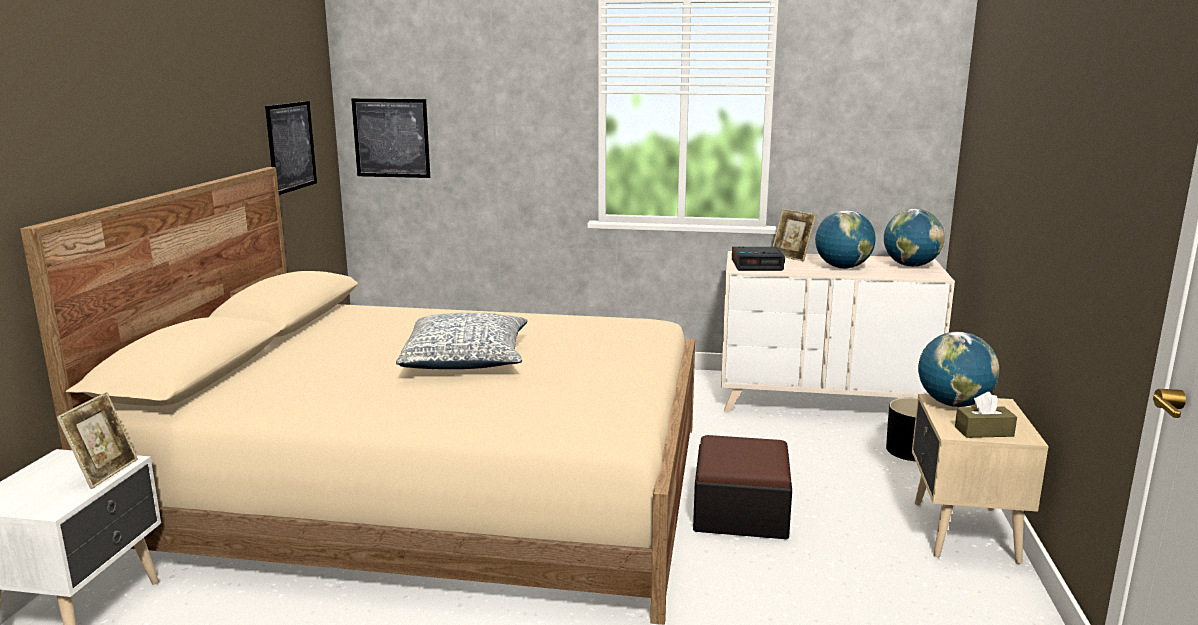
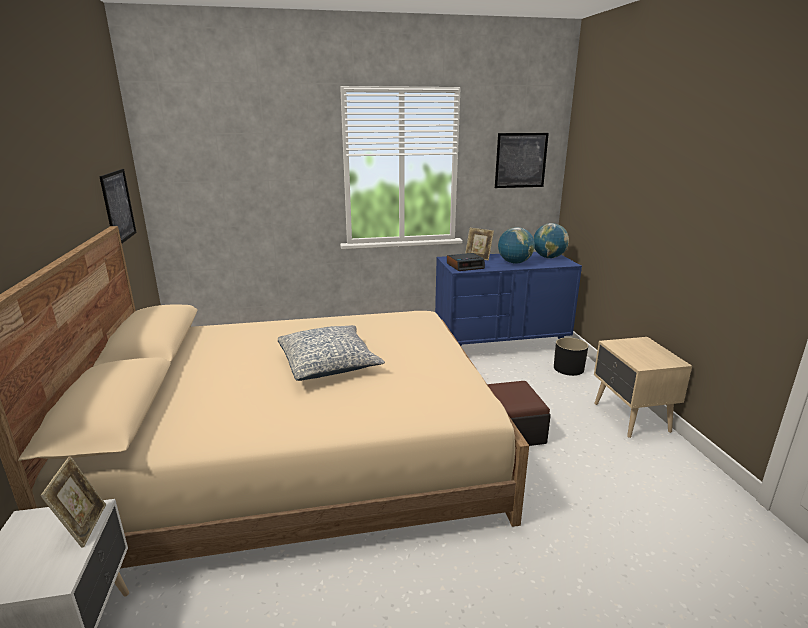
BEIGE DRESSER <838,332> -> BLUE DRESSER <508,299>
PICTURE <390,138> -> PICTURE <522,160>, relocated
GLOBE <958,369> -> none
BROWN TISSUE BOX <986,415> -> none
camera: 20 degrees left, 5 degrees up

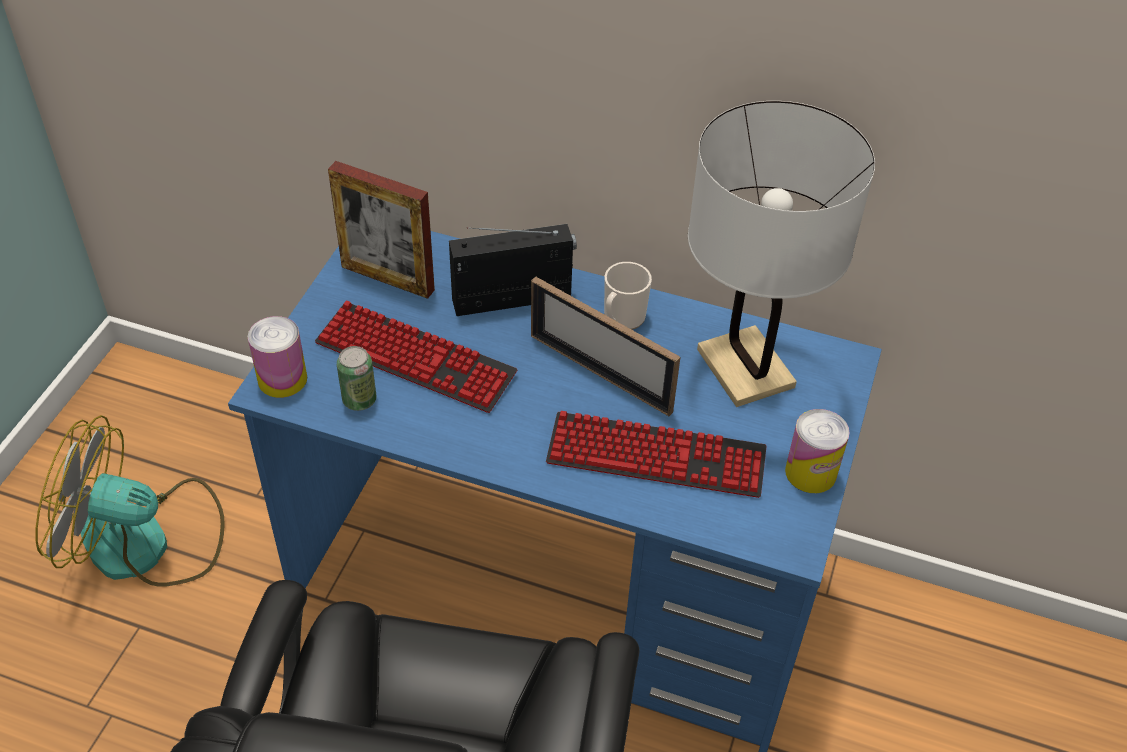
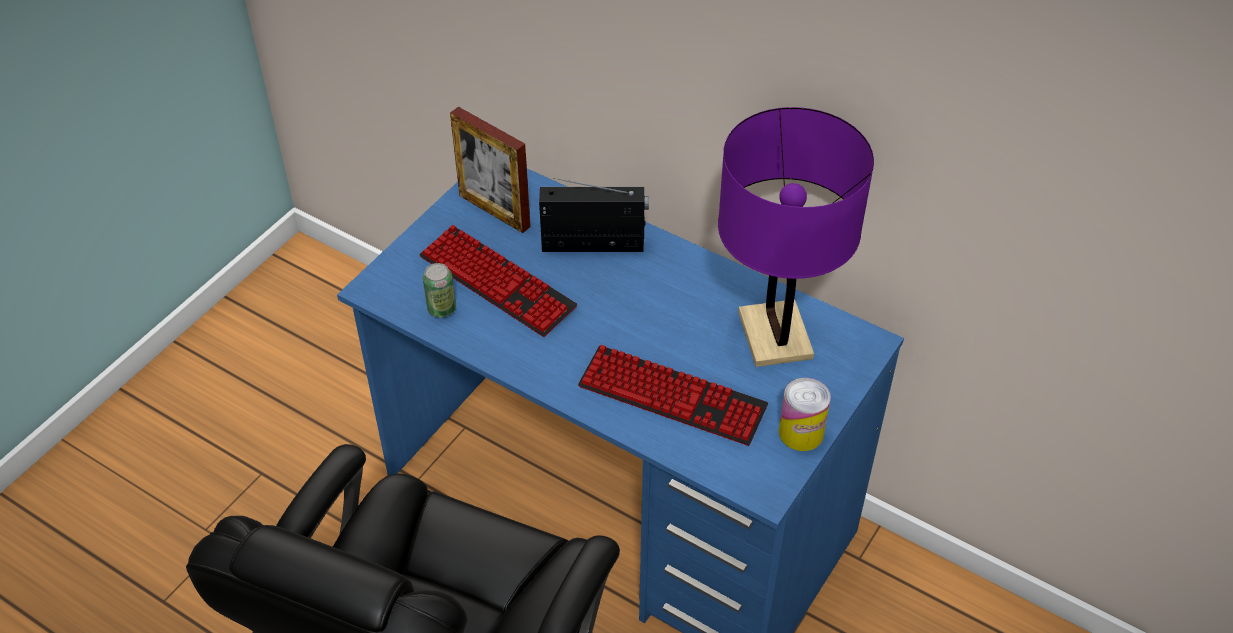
WHITE TABLE LAMP <781,254> -> PURPLE TABLE LAMP <796,237>
FAN <130,501> -> none
CAN <277,357> -> none
PICTURE FRAME <606,346> -> none
MUG <628,296> -> none
camera: 15 degrees right, 0 degrees up

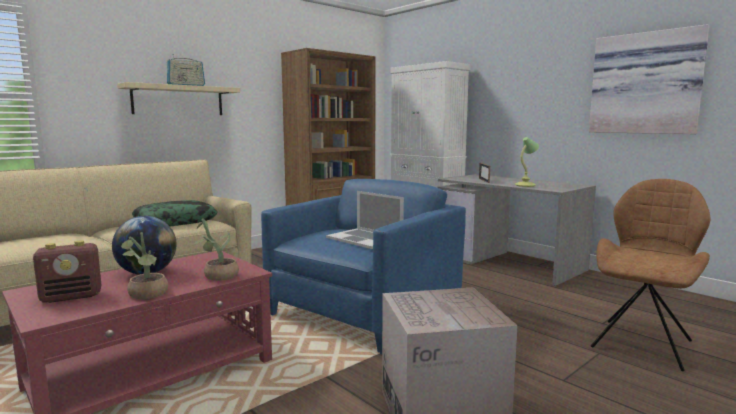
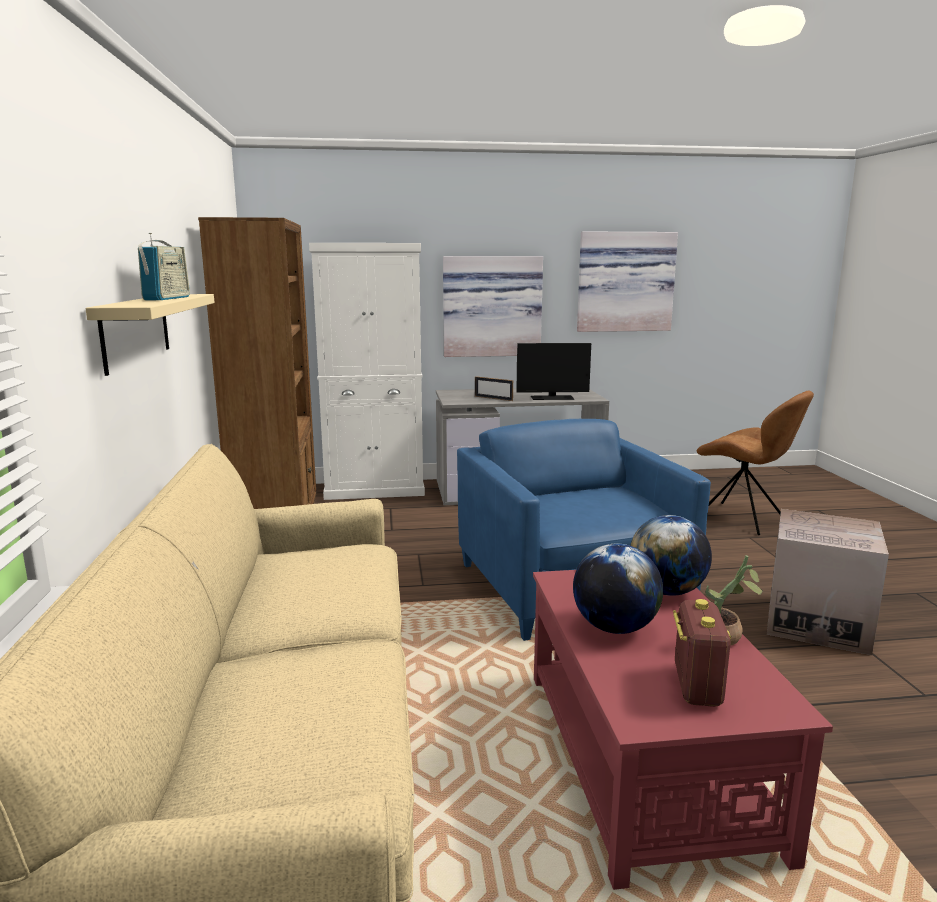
none -> PICTURE <493,306>
TABLE LAMP <527,162> -> MONITOR <554,371>
POTTED PLANT <216,250> -> GLOBE <671,555>
BROWN CHAIR <650,275> -> BROWN CHAIR <755,462>, 150 degrees clockwise
PILLOW <175,213> -> none
LAPTOP <365,220> -> none
camera: 55 degrees left, 5 degrees up

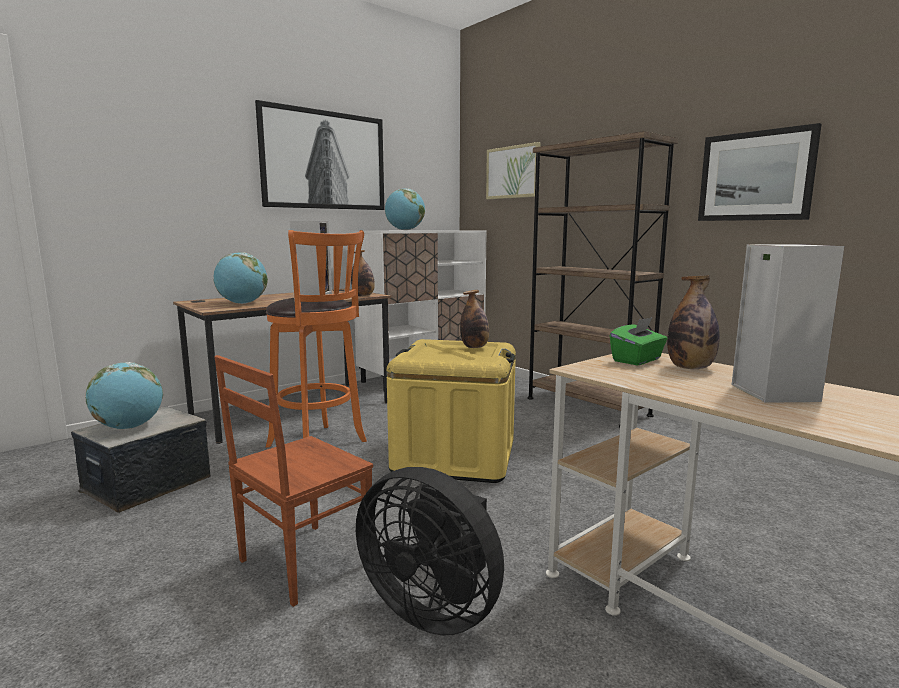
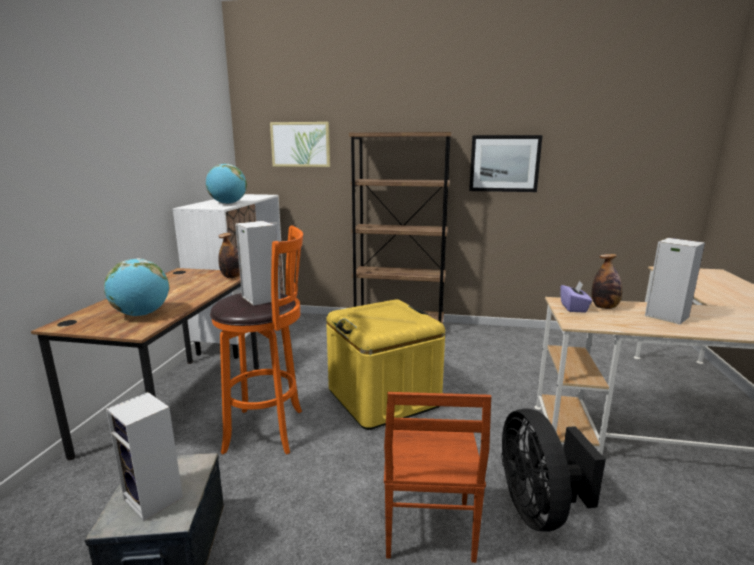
GLOBE <124,395> -> SPEAKER <144,456>
BLACK FAN <430,551> -> BLACK FAN <553,470>, 90 degrees clockwise
GREEN TISSUE BOX <638,341> -> PURPLE TISSUE BOX <576,296>
PICTURE <320,155> -> none
BOTTLE <474,319> -> none
camera: 40 degrees left, 5 degrees up

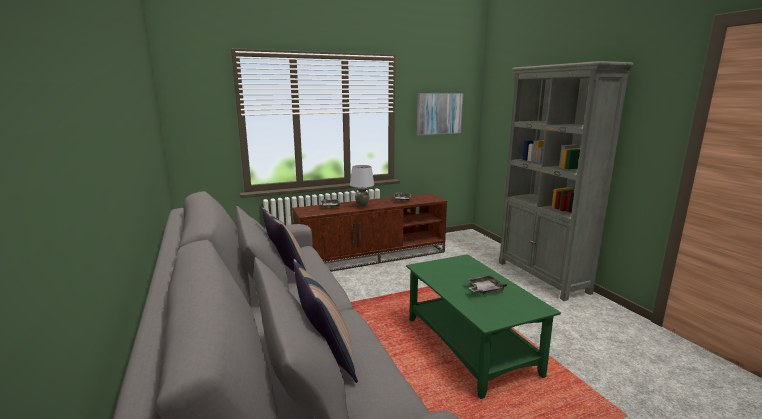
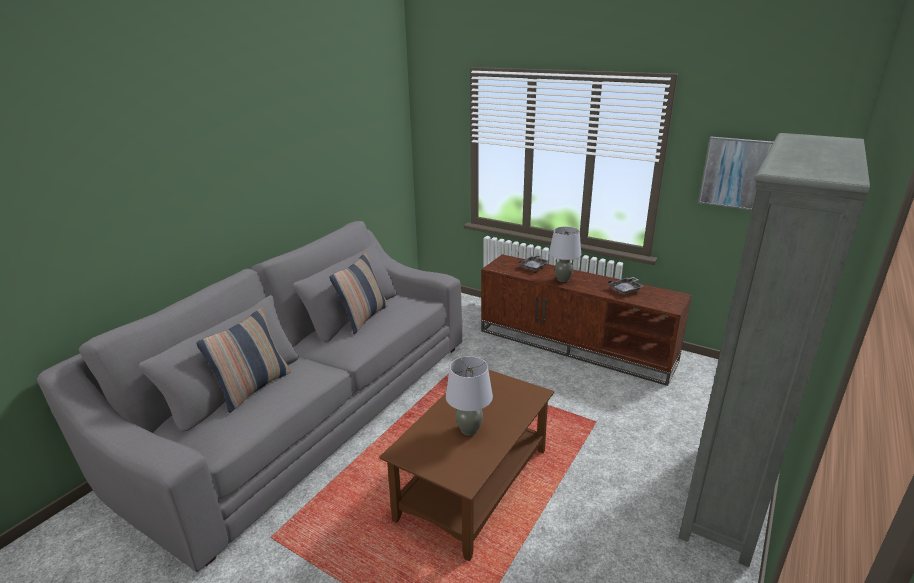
GREEN COFFEE TABLE <483,326> -> BROWN COFFEE TABLE <466,465>
GREY TRAY <486,284> -> GREY TABLE LAMP <469,396>
camera: 55 degrees right, 10 degrees up

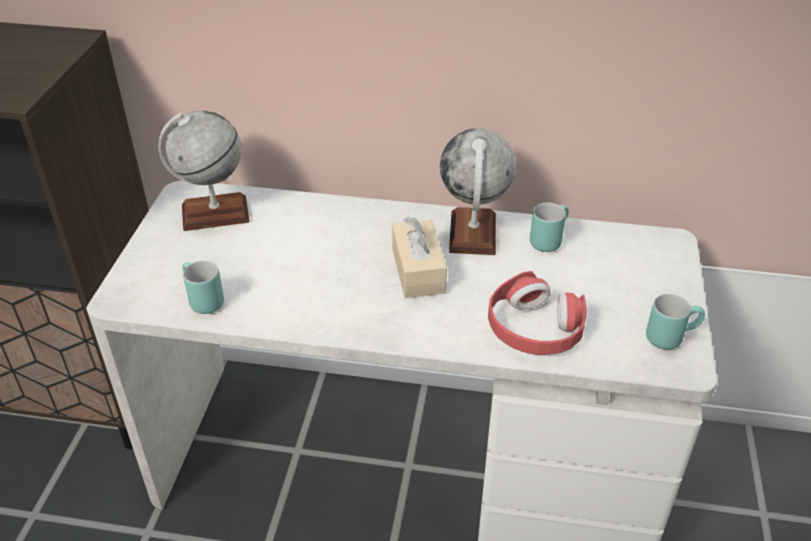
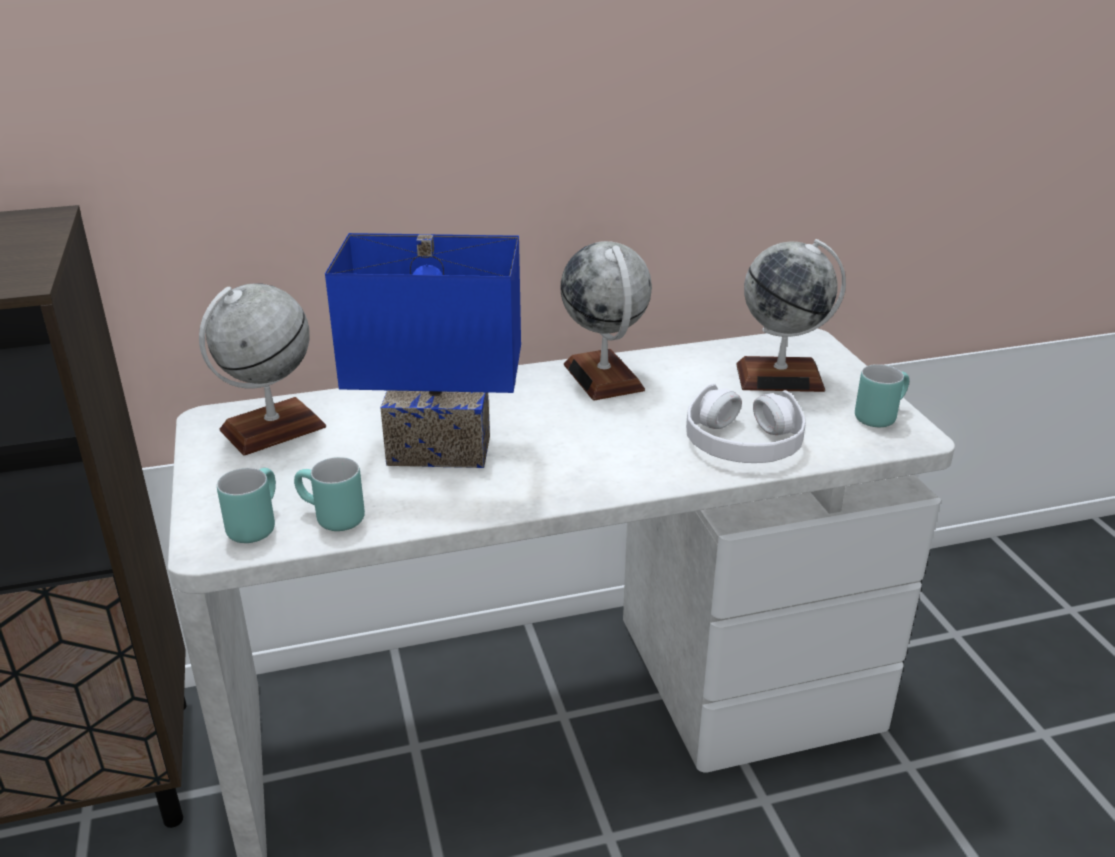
TURQUOISE MUG <549,227> -> TURQUOISE MUG <246,505>, relocated
none -> BLUE TABLE LAMP <423,350>
RED HEADPHONES <537,313> -> WHITE HEADPHONES <746,423>
none -> GLOBE <791,315>
BEIGE TISSUE BOX <419,257> -> none
camera: 25 degrees left, 10 degrees down

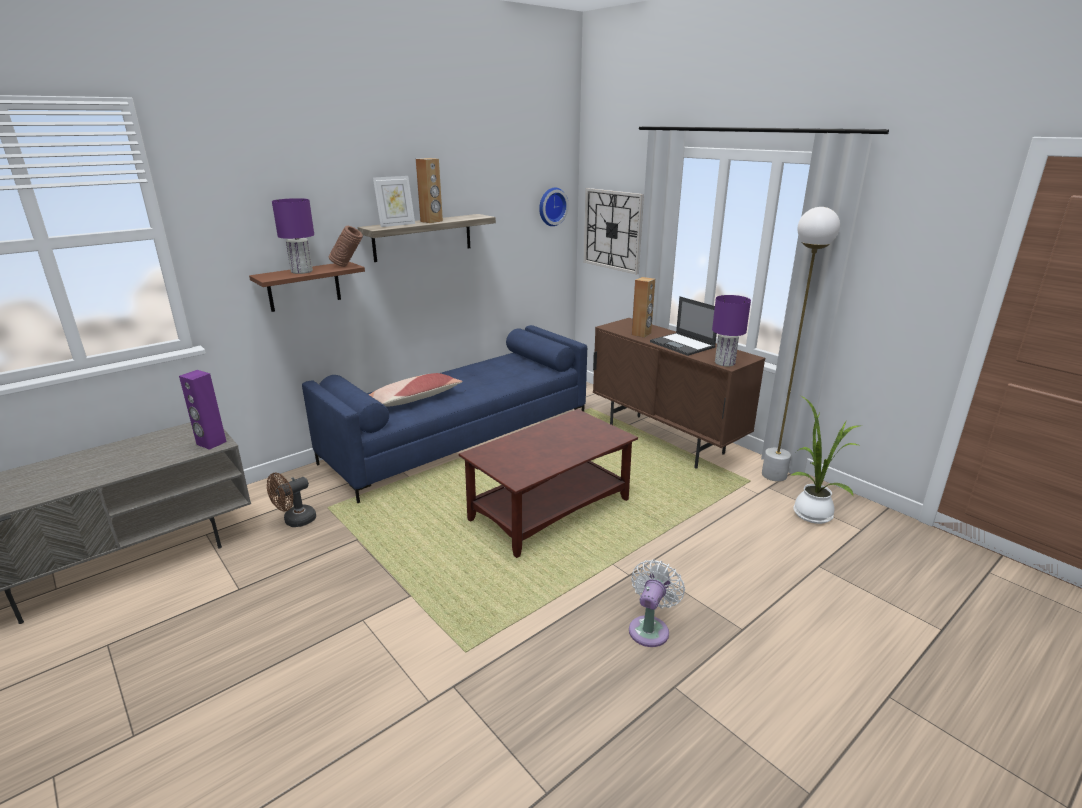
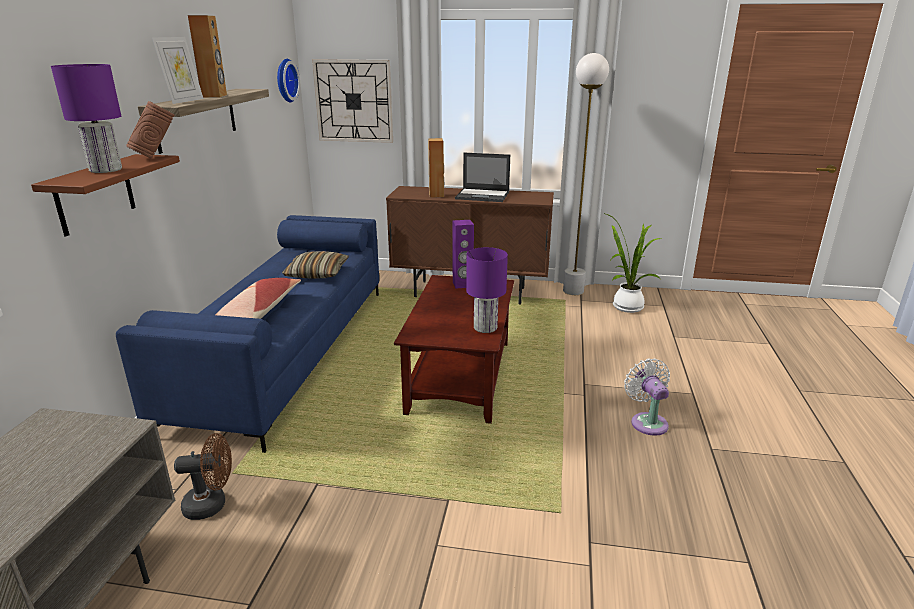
BROWN FAN <291,500> -> BROWN FAN <203,476>, 105 degrees counterclockwise
none -> PILLOW <315,265>
PURPLE SPEAKER <203,410> -> PURPLE SPEAKER <463,254>, relocated
PURPLE TABLE LAMP <731,331> -> PURPLE TABLE LAMP <487,290>, relocated
camera: 40 degrees left, 0 degrees up

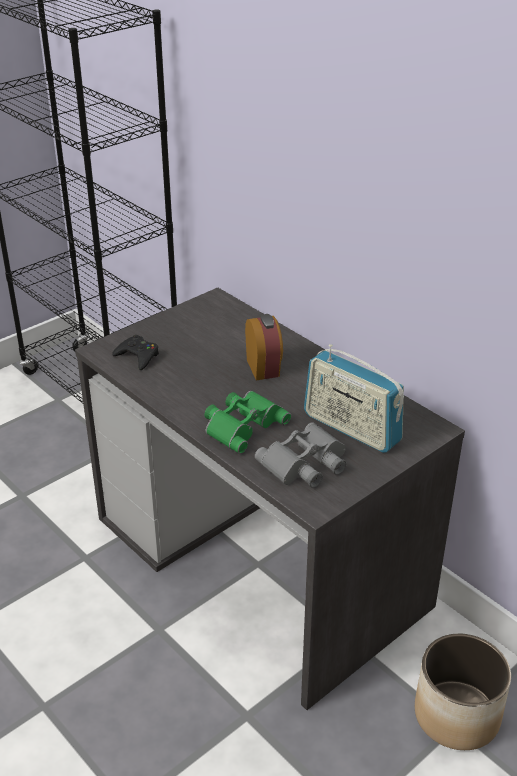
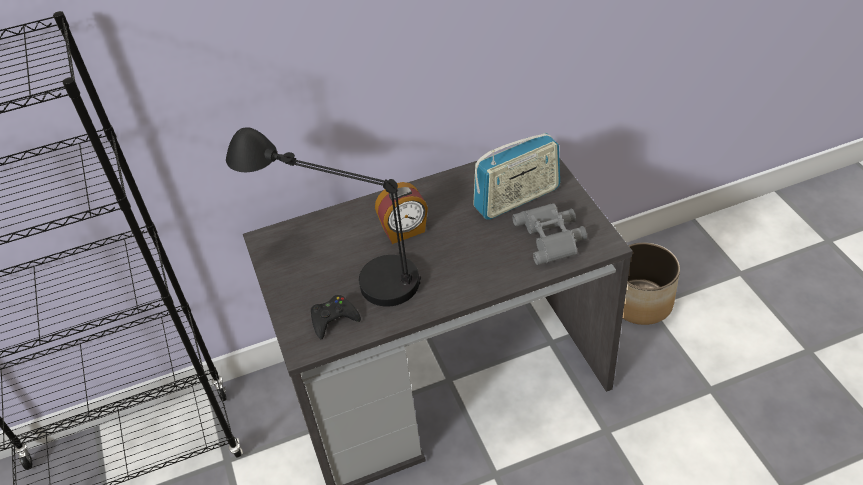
none -> BLACK TABLE LAMP <323,217>
ALARM CLOCK <264,347> -> ALARM CLOCK <401,213>, 150 degrees clockwise
GREEN BINOCULARS <247,422> -> none
camera: 65 degrees left, 10 degrees up

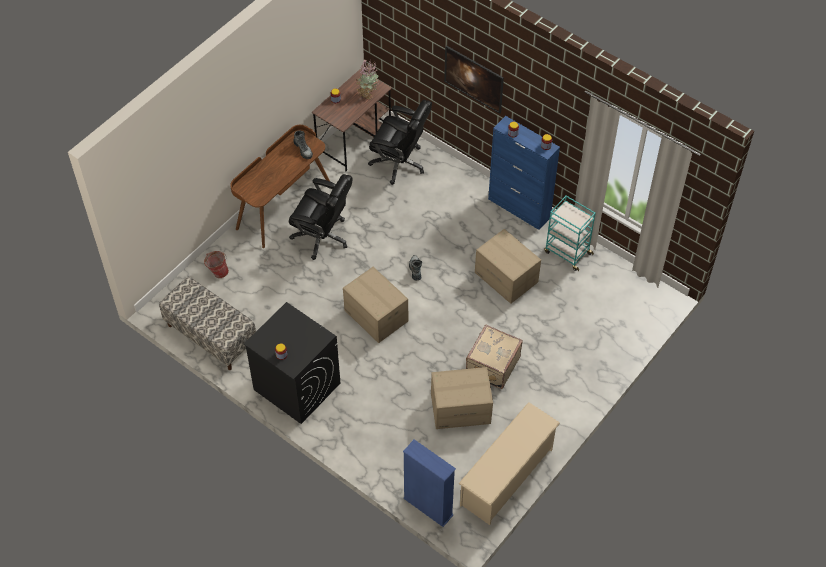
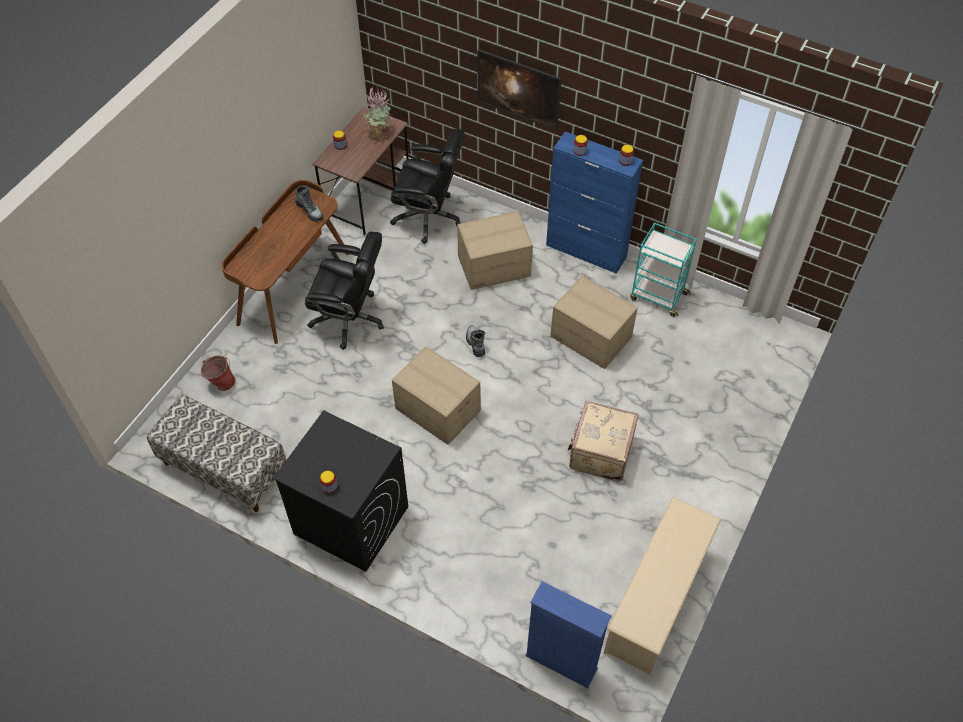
CARDBOARD BOX <462,398> -> CARDBOARD BOX <495,250>, relocated
camera: 10 degrees left, 0 degrees up

